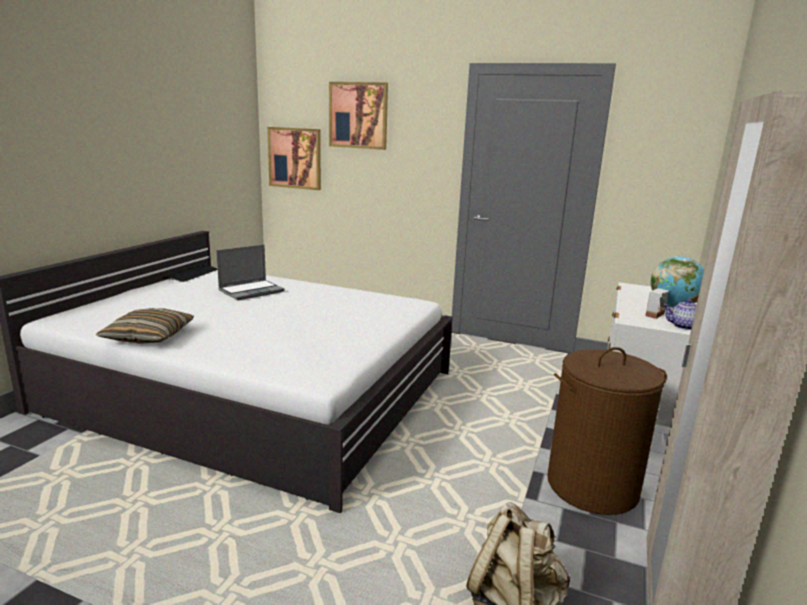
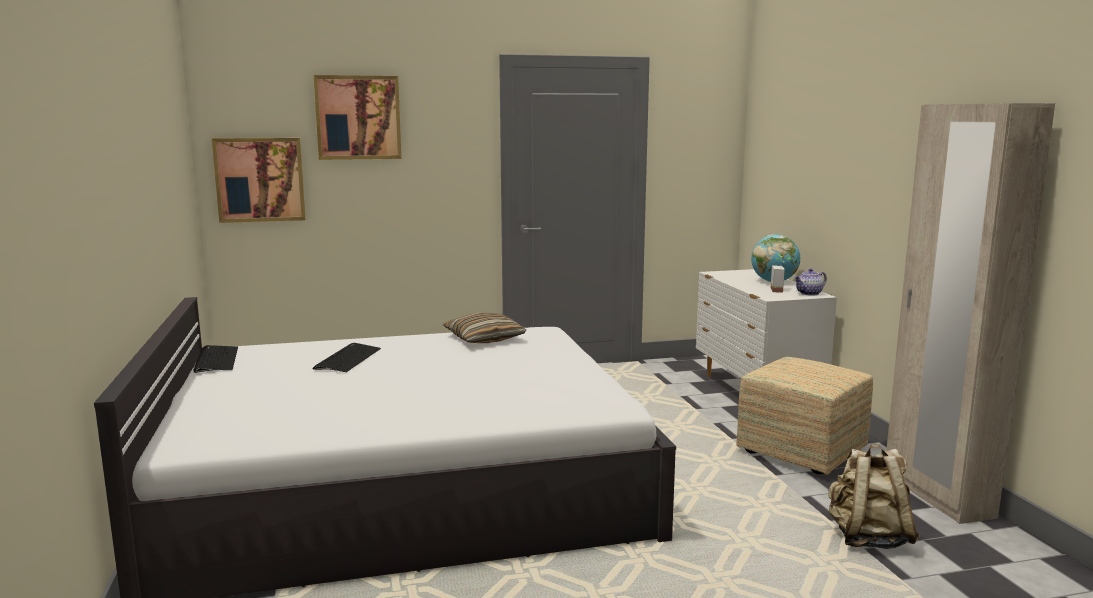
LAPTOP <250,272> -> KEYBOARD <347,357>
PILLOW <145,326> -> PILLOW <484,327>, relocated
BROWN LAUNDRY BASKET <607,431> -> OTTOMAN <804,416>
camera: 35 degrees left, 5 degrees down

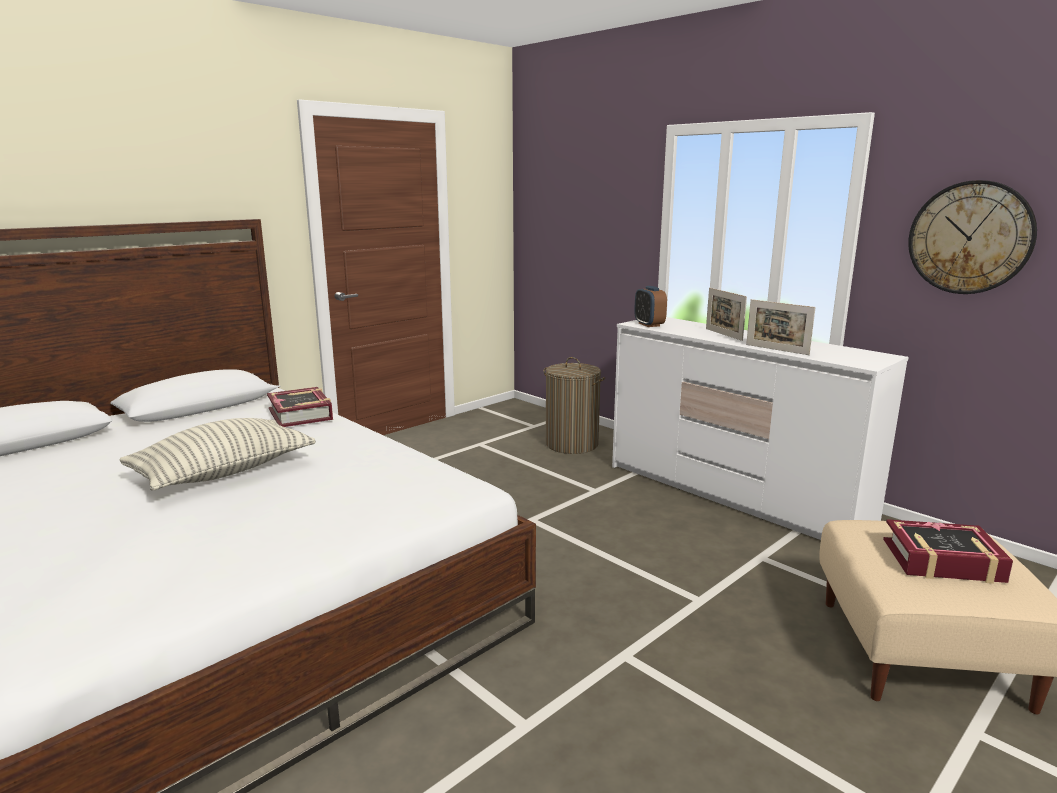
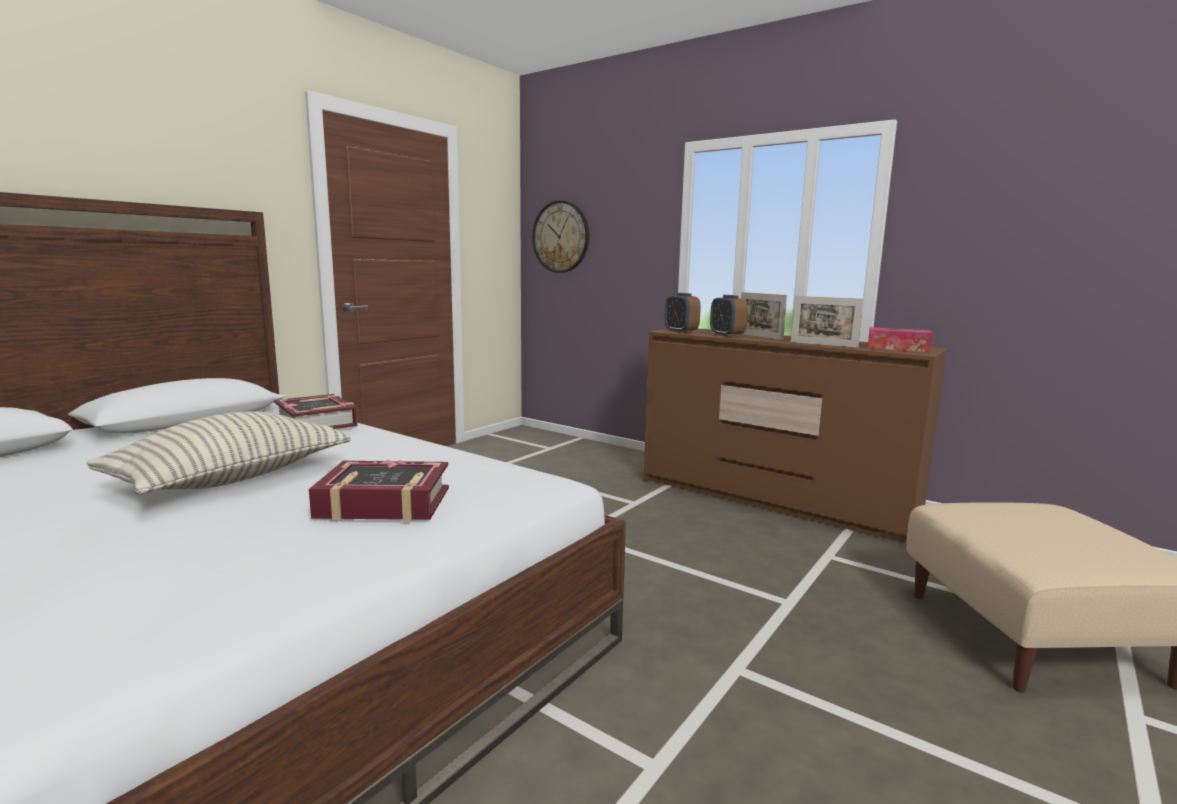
BOOK <948,551> -> BOOK <379,491>, relocated
WALL CLOCK <972,237> -> WALL CLOCK <560,236>, relocated
WHITE DRESSER <760,428> -> BROWN DRESSER <796,437>
none -> ALARM CLOCK <729,316>
none -> TISSUE BOX <900,339>
LAUNDRY BASKET <574,405> -> none
camera: 10 degrees left, 5 degrees down

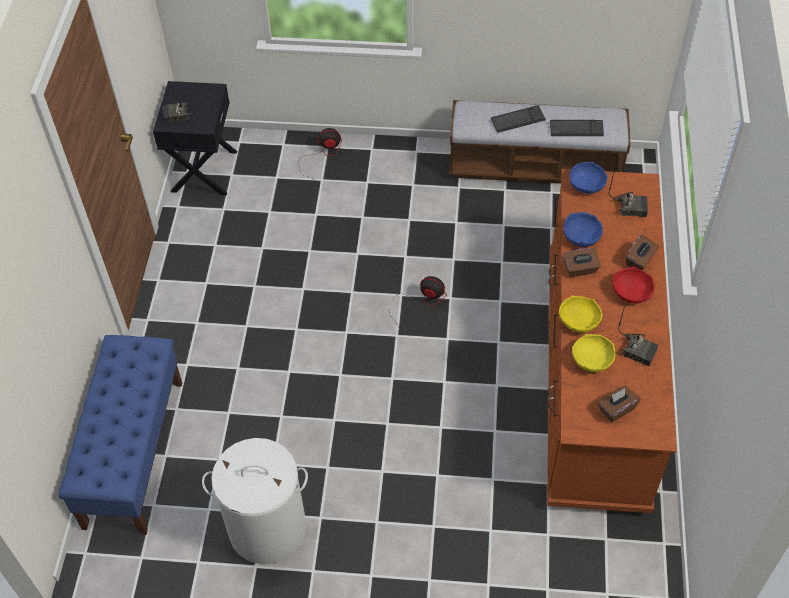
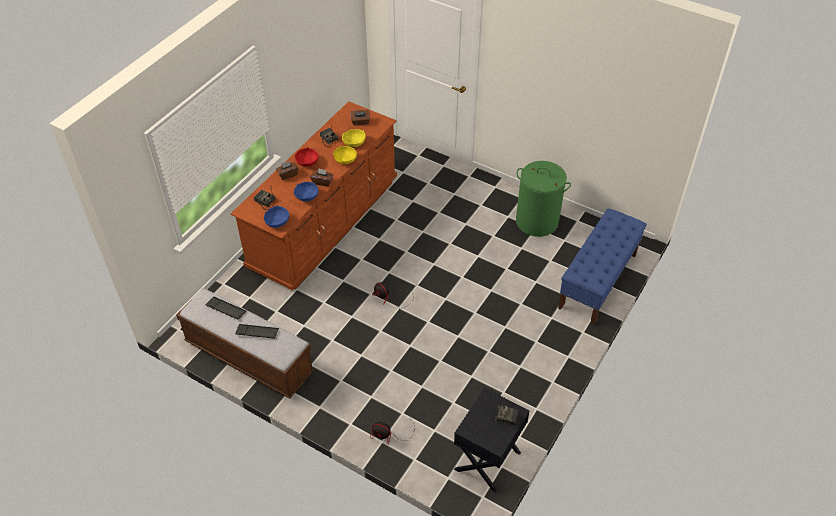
WHITE LAUNDRY BASKET <255,501> -> GREEN LAUNDRY BASKET <543,199>
camera: 155 degrees left, 5 degrees down

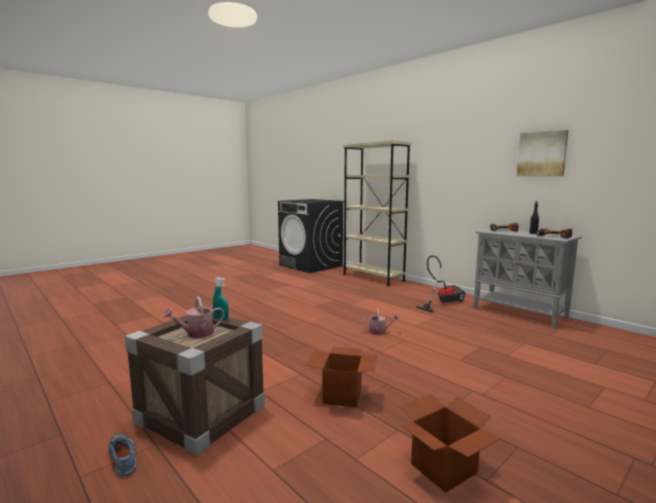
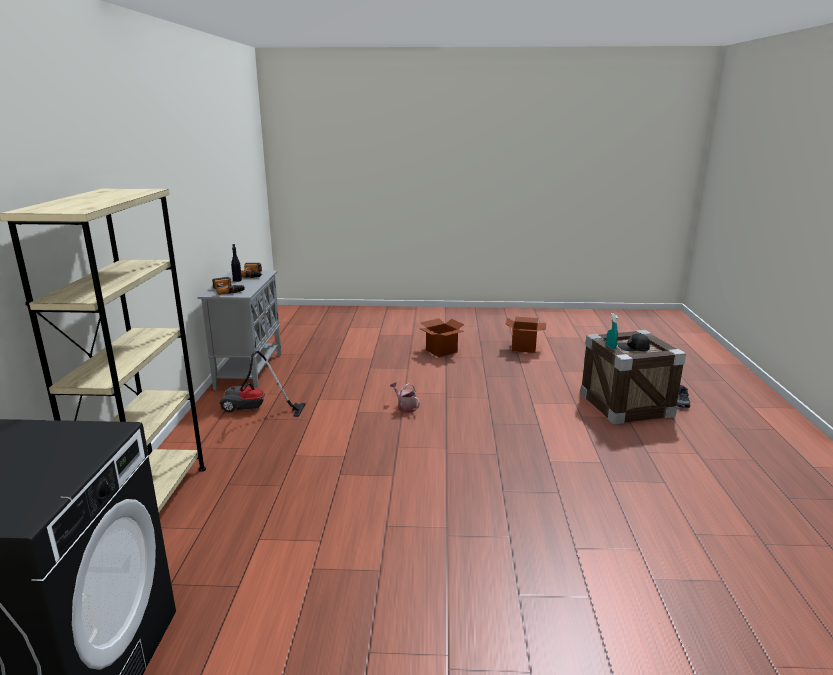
CARDBOARD BOX <342,377> -> CARDBOARD BOX <442,337>, relocated
WATERING CAN <193,317> -> BLACK CAP <633,342>
PICTURE <542,153> -> none
camera: 135 degrees left, 10 degrees up

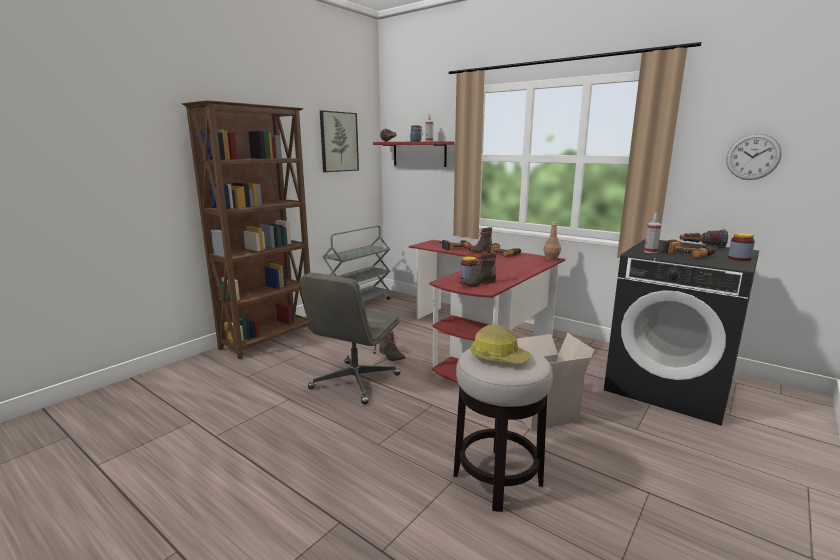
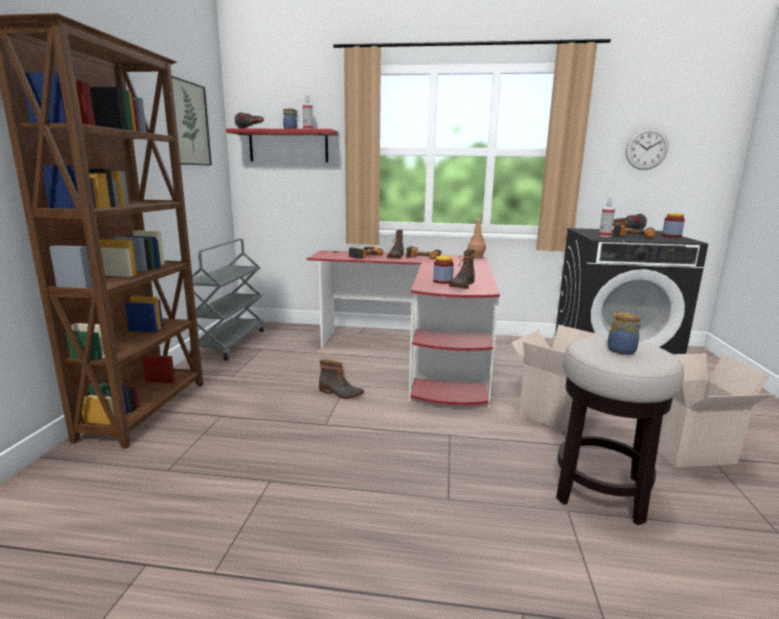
HARD HAT <500,344> -> JAR <624,333>
none -> CARDBOARD BOX <716,410>
GREY OFFICE CHAIR <351,338> -> none
camera: 30 degrees left, 0 degrees up

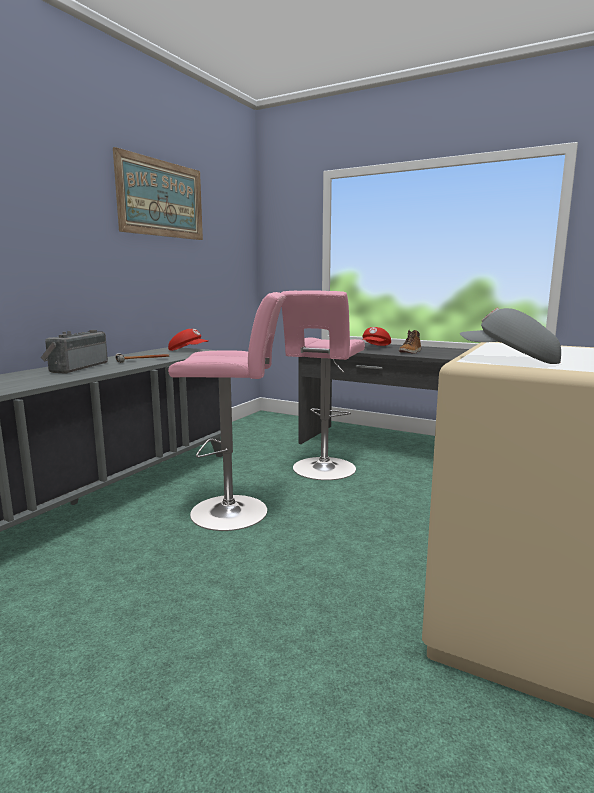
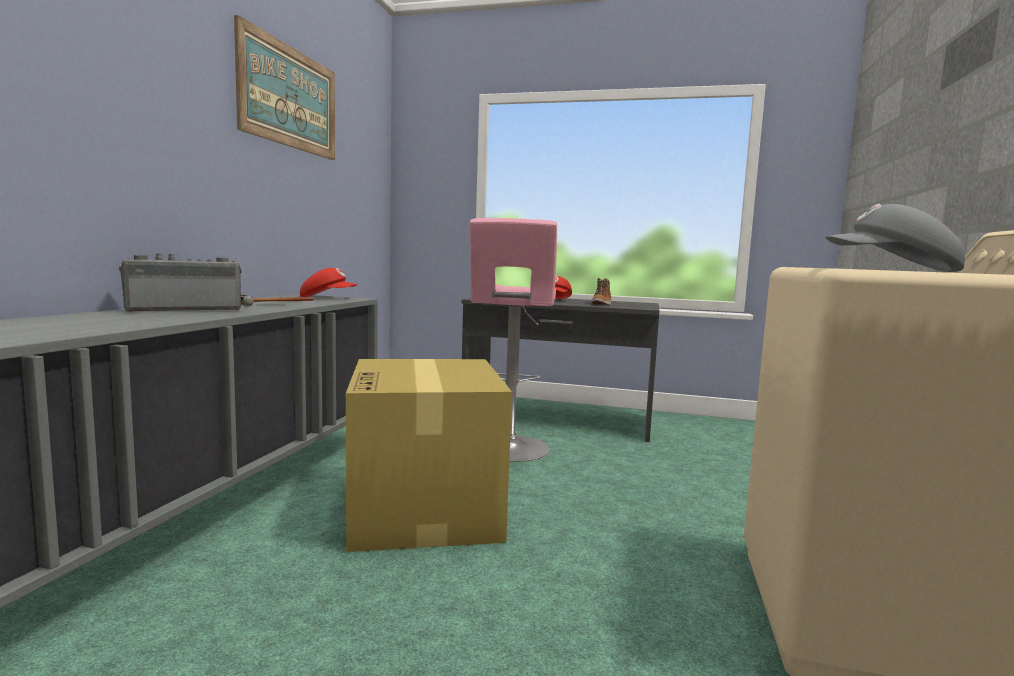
RADIO <74,352> -> RADIO <180,282>, 60 degrees clockwise
PINK STOOL <226,411> -> CARDBOARD BOX <429,455>
camera: 15 degrees left, 5 degrees down

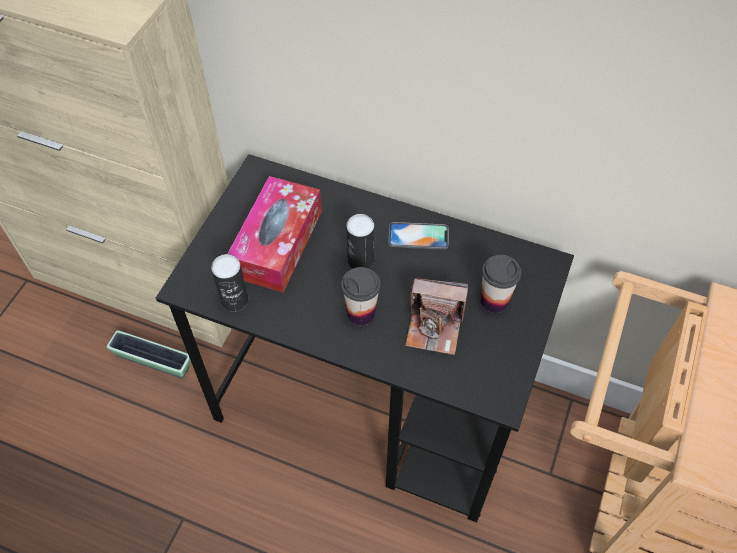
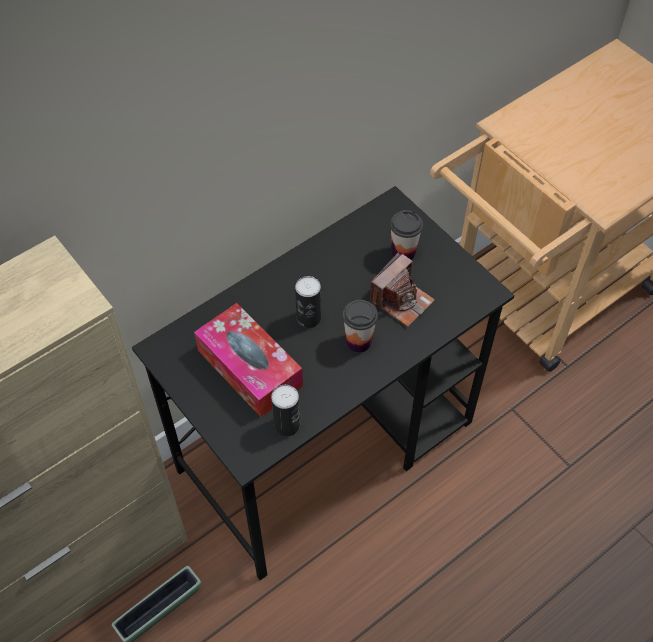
PHONE <419,236> -> none
camera: 60 degrees left, 0 degrees up

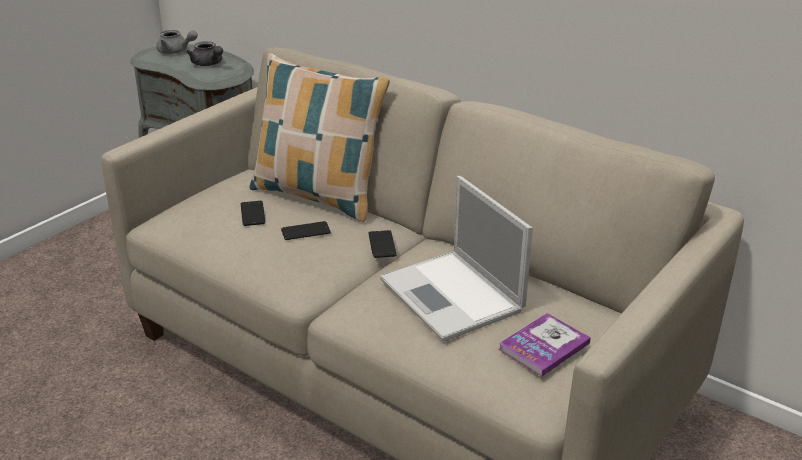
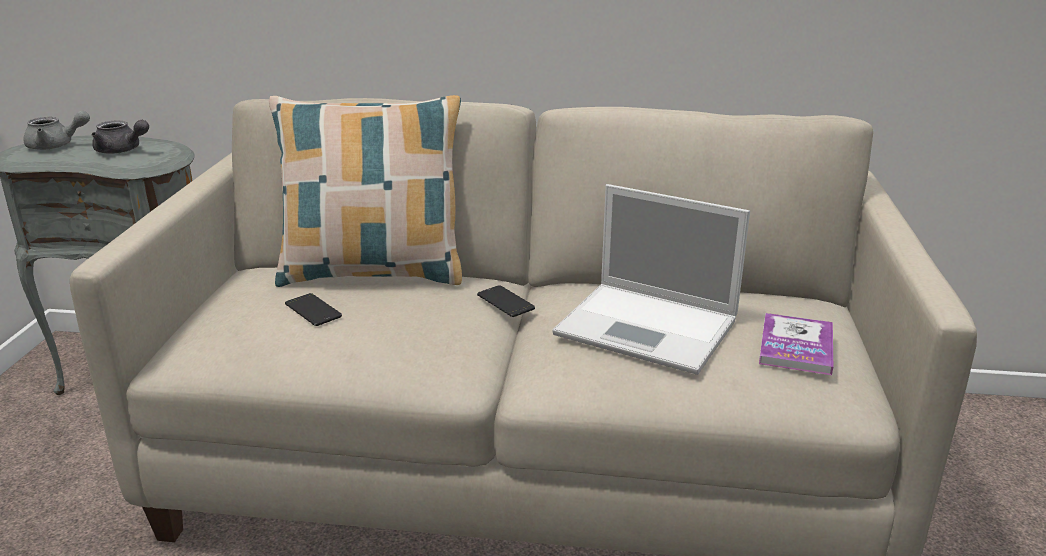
PHONE <306,230> -> none
camera: 30 degrees left, 5 degrees down

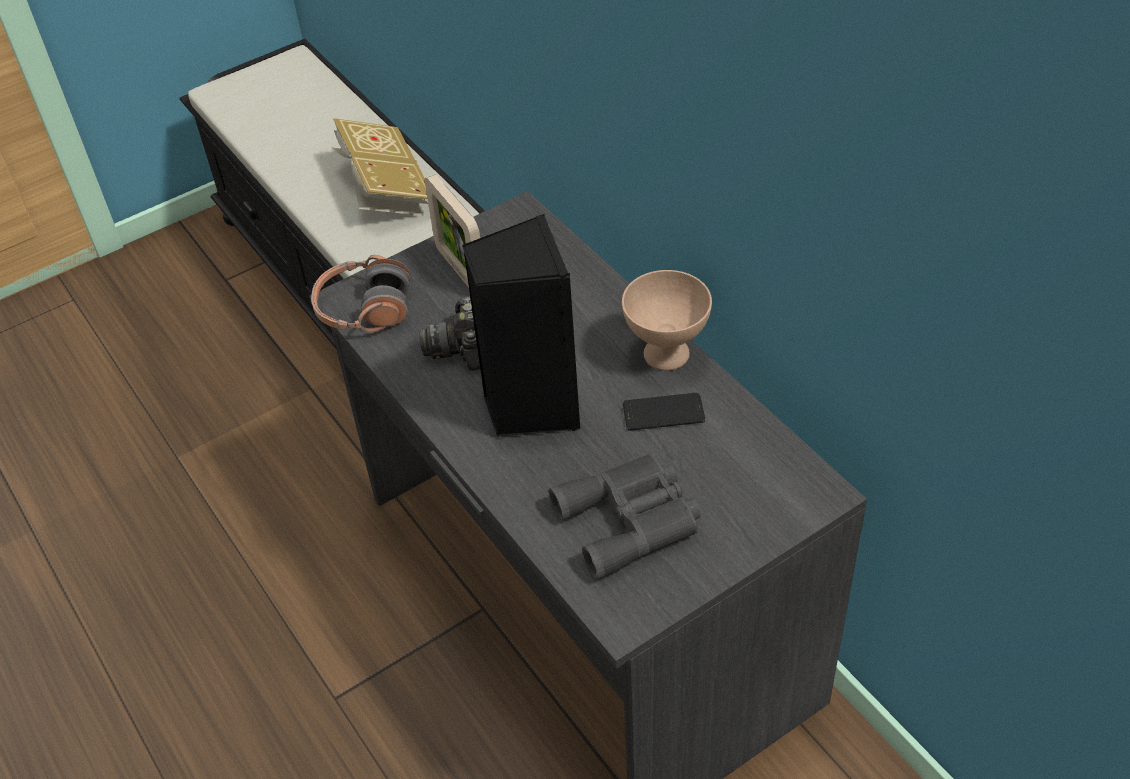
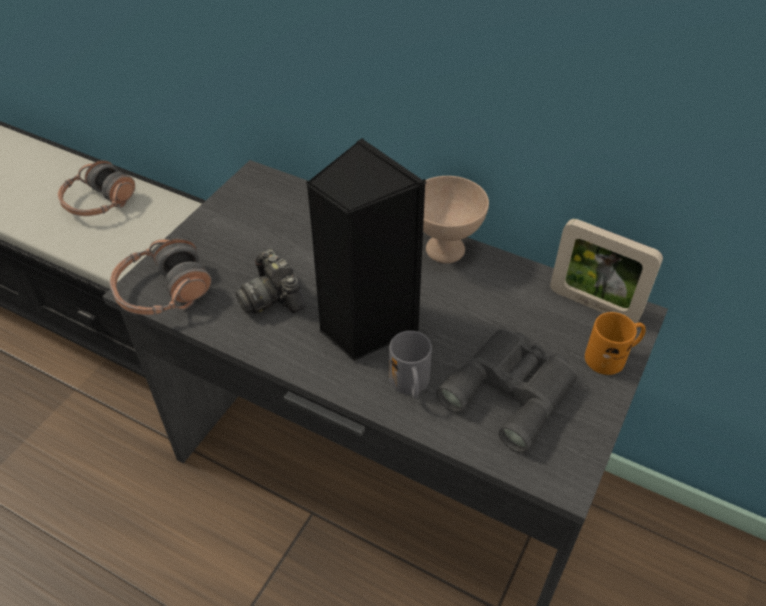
BOOK <379,166> -> HEADPHONES <96,188>
none -> GREY MUG <410,365>
PICTURE FRAME <452,230> -> PICTURE FRAME <606,271>, relocated
none -> ORANGE MUG <615,343>
PHONE <664,412> -> none
camera: 30 degrees left, 0 degrees up

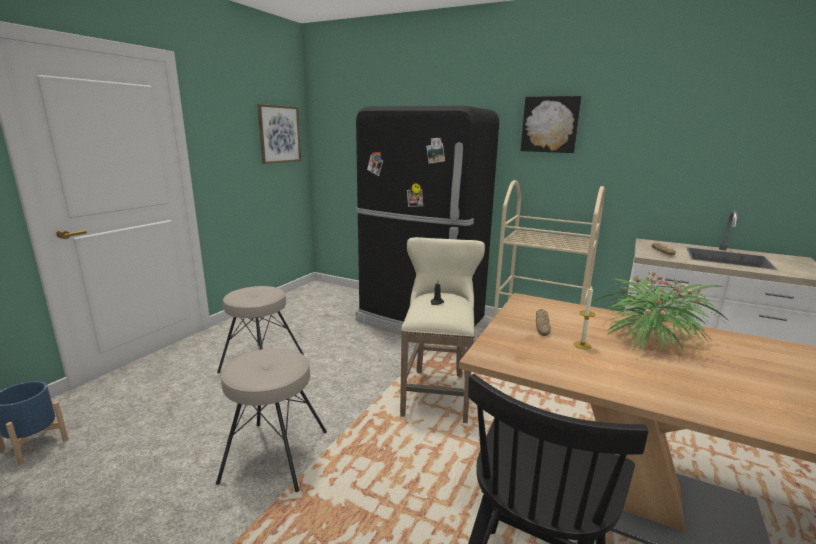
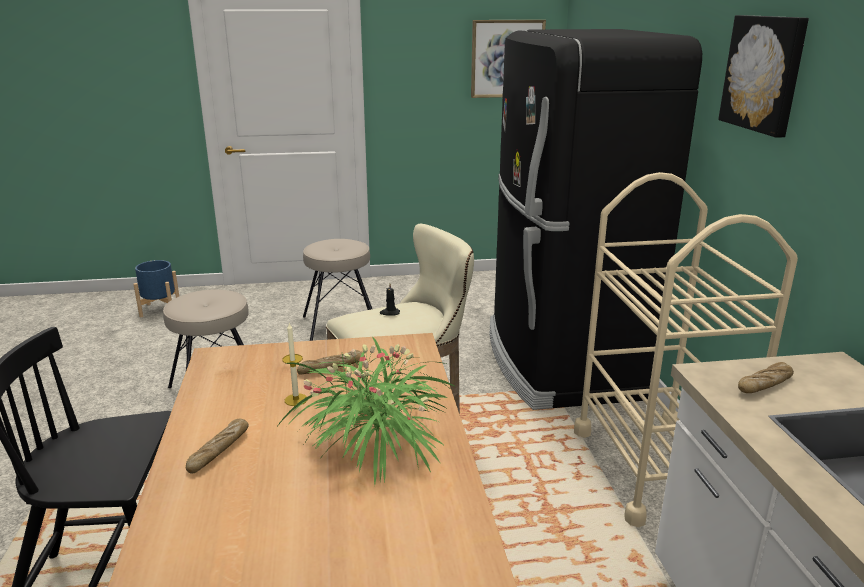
none -> BREAD <217,446>
camera: 55 degrees right, 5 degrees up

